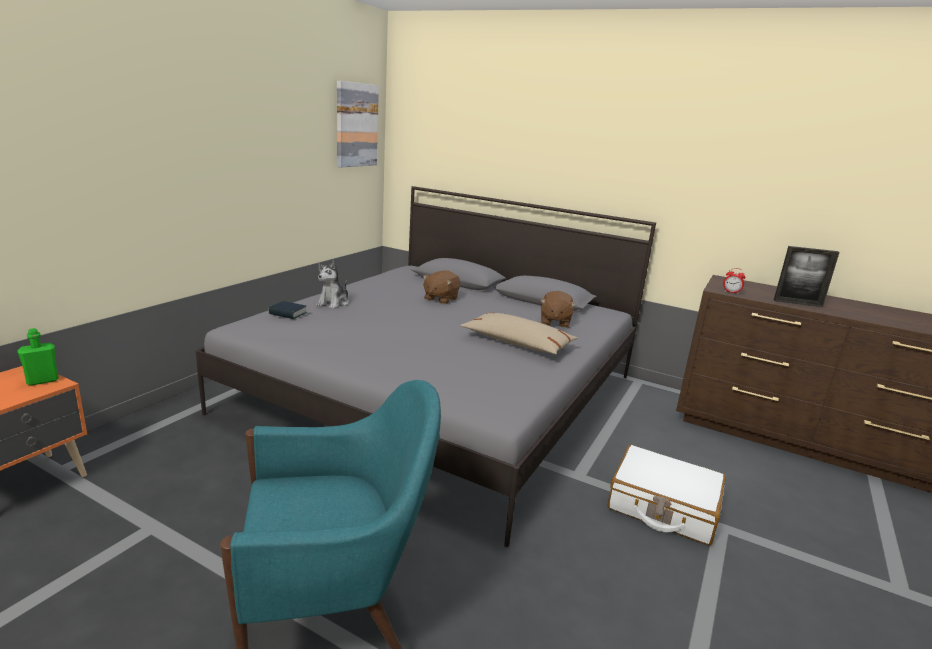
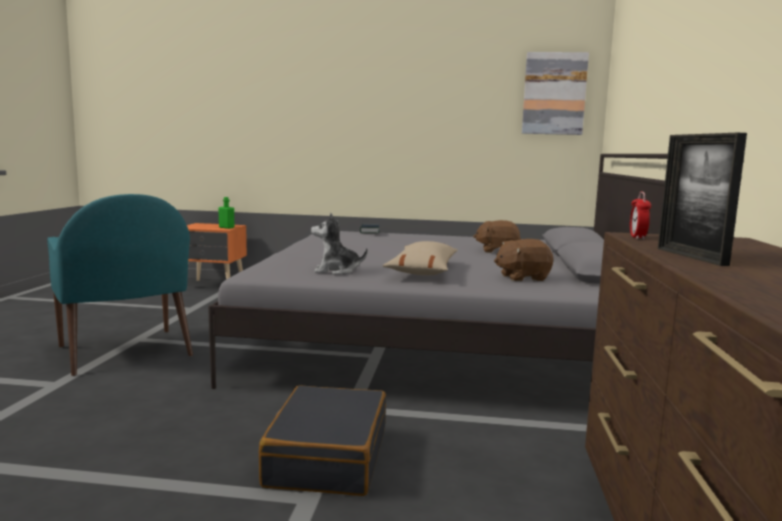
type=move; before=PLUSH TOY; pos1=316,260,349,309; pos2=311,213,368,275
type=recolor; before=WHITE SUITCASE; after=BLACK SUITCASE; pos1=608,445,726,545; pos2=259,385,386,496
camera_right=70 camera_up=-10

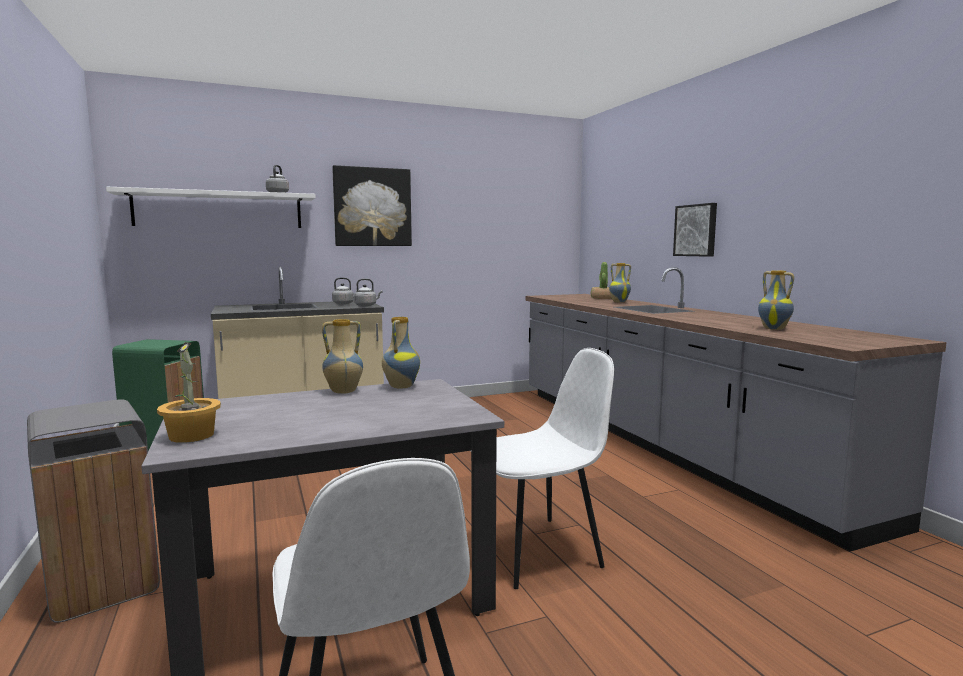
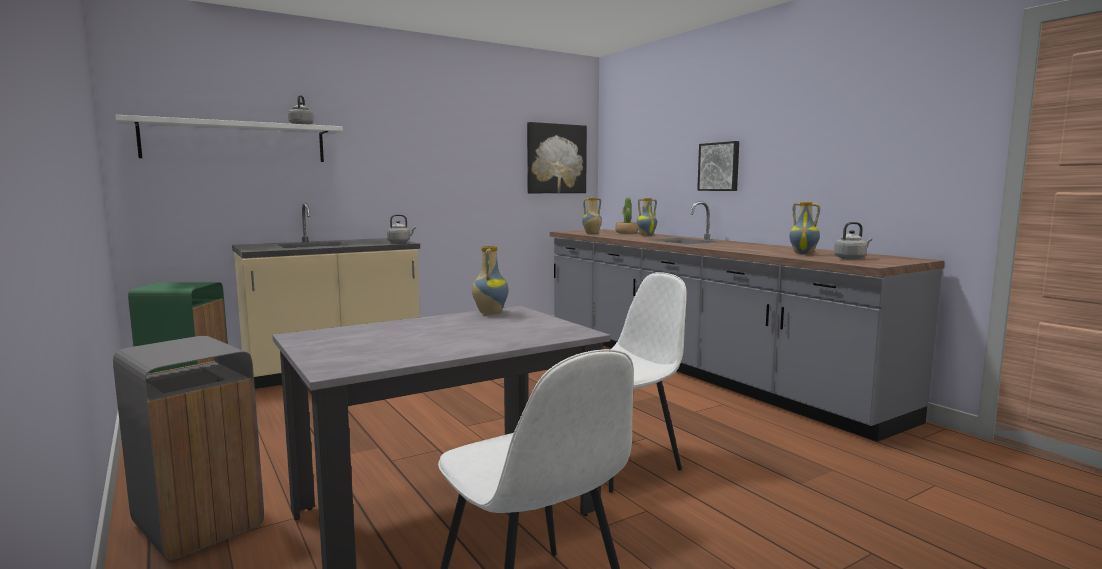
type=move; before=PICTURE; pos1=332,165,412,246; pos2=527,122,587,193
type=move; before=GREY KETTLE; pos1=332,277,357,304; pos2=834,222,872,260
type=move; before=VASE; pos1=322,319,363,394; pos2=582,198,602,234
type=delete; before=POTTED PLANT; pos1=157,342,221,443
camera_right=-10 camera_up=0

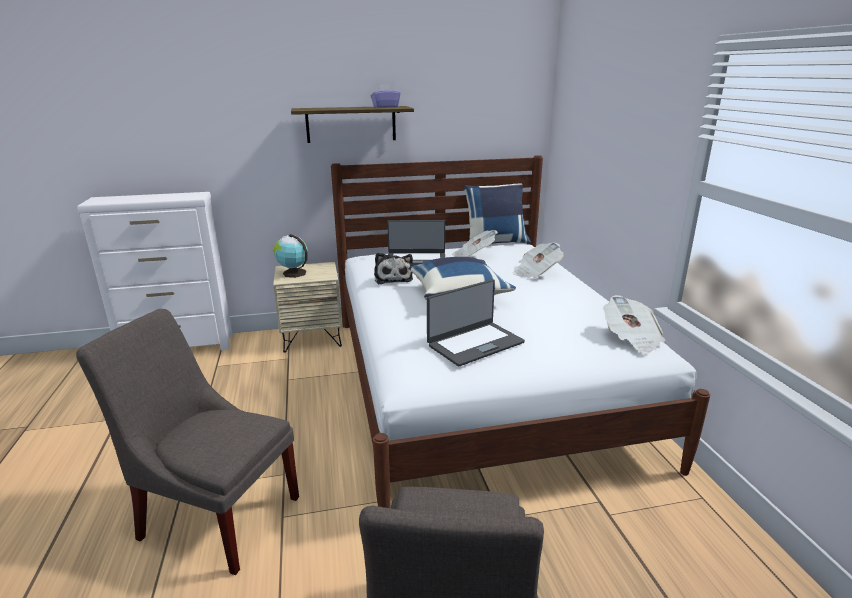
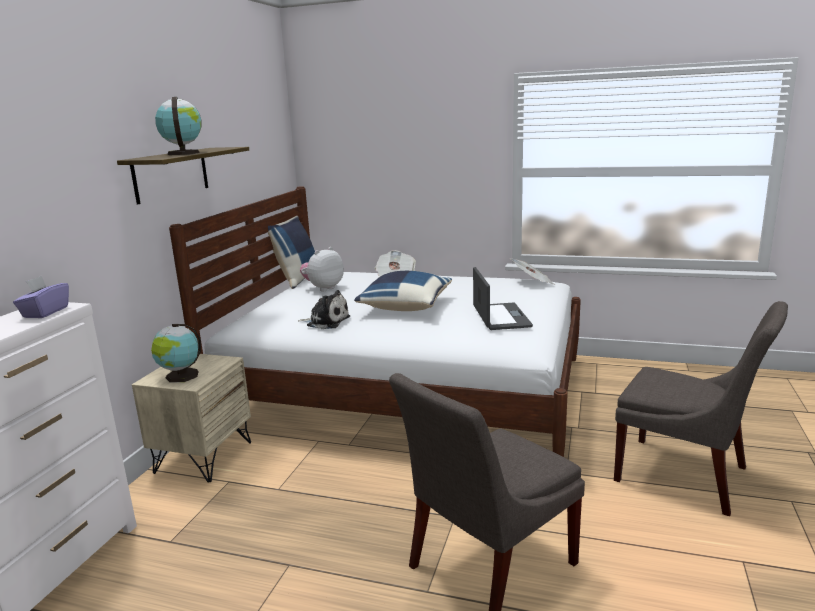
type=move; before=PURPLE TISSUE BOX; pos1=371,84,401,108; pos2=13,276,69,318
type=delete; before=LAPTOP; pos1=387,220,445,265
type=replace; before=NEWSPAPER; after=PLUSH TOY; pos1=452,230,498,257; pos2=300,247,344,291
type=insert; after=GLOBE; pos2=155,97,201,155
camera_right=-60 camera_up=-5

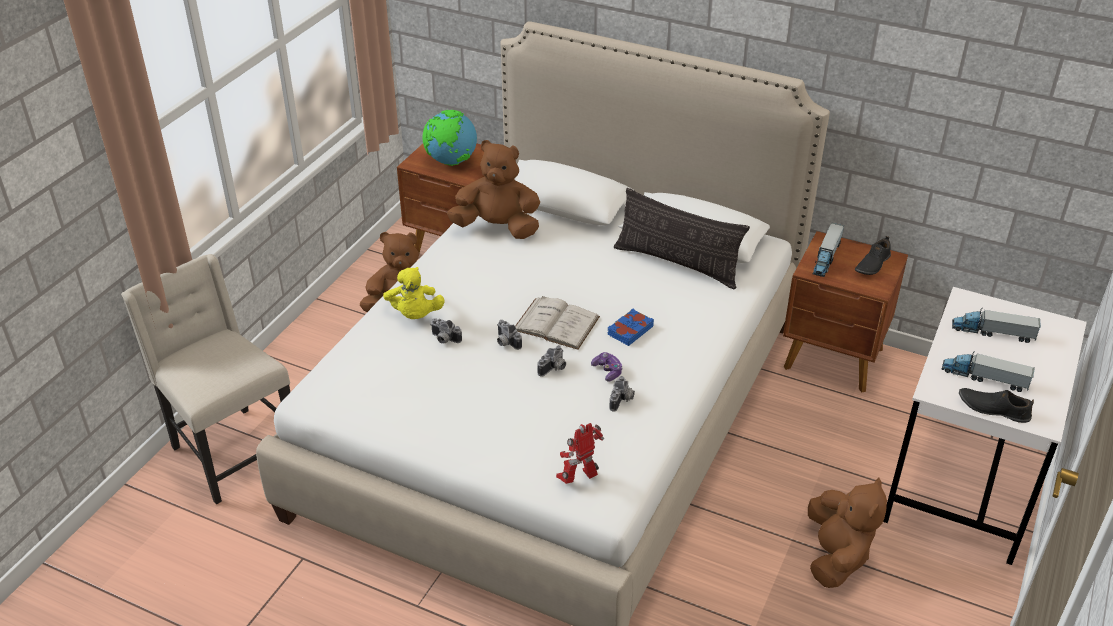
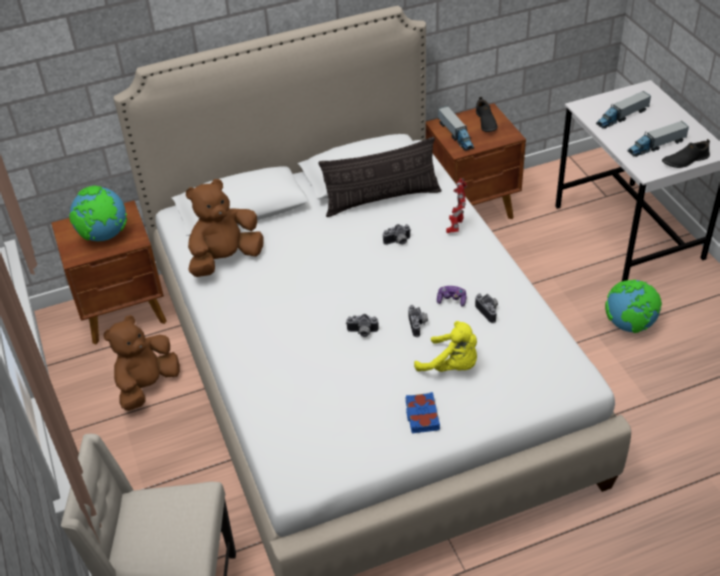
type=move; before=YELLOW PLUSH TOY; pos1=383,267,445,319; pos2=414,321,477,372
type=delete; before=WHITE BOOK; pos1=515,296,600,350
type=move; before=BLUE BOOK; pos1=608,308,654,346; pos2=405,392,440,433
type=move; before=PHOTO CAMERA; pos1=430,318,462,344; pos2=383,224,411,245
type=move; before=TOY ROBOT; pos1=556,423,604,484; pos2=446,178,467,233
type=replace; before=BROWN PLUSH TOY; after=GLOBE; pos1=808,477,887,588; pos2=605,280,662,333
camera_right=-45 camera_up=5

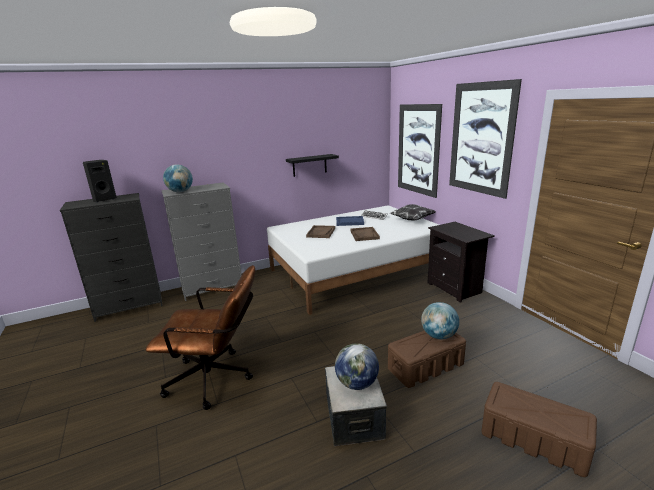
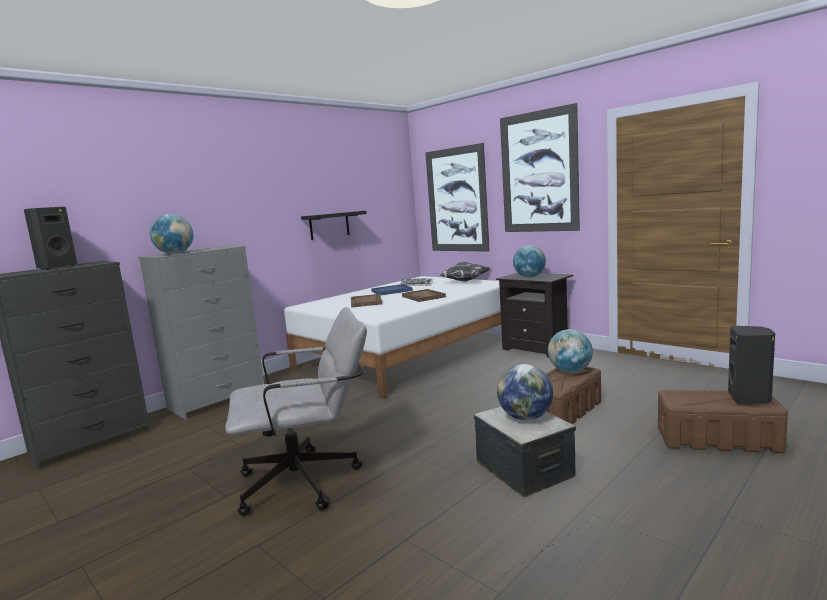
type=recolor; before=BROWN OFFICE CHAIR; after=GREY OFFICE CHAIR; pos1=146,265,255,410; pos2=225,307,367,516
type=insert; after=GLOBE; pos2=513,245,546,278
type=insert; after=BLACK SPEAKER; pos2=728,326,775,404
camera_right=-20 camera_up=-10

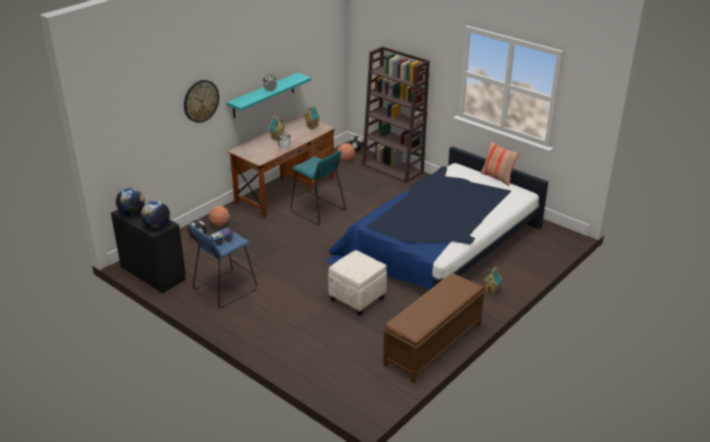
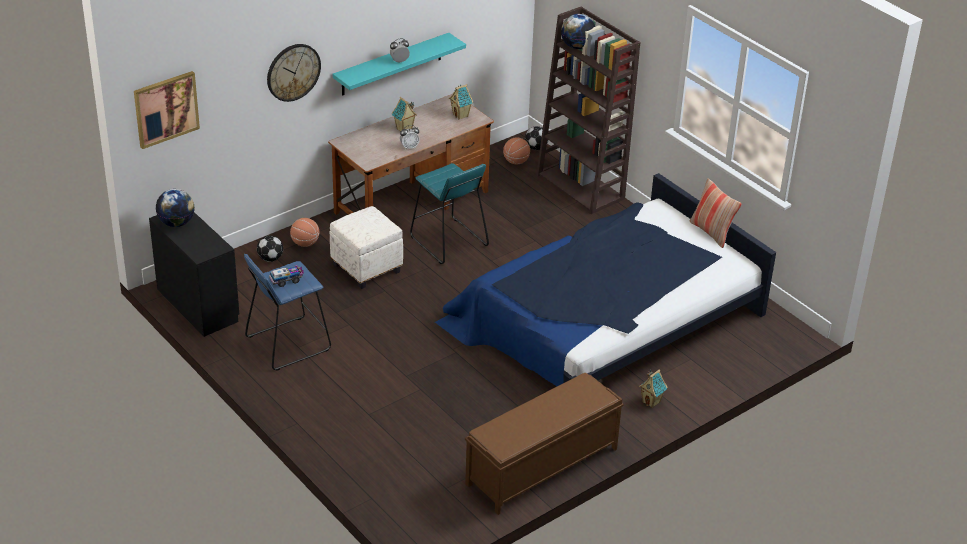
type=move; before=GLOBE; pos1=141,200,170,229; pos2=561,14,595,49
type=move; before=WHITE OTTOMAN; pos1=328,250,387,316; pos2=329,206,403,289
type=insert; after=PICTURE; pos2=134,71,200,149
camera_right=10 camera_up=5

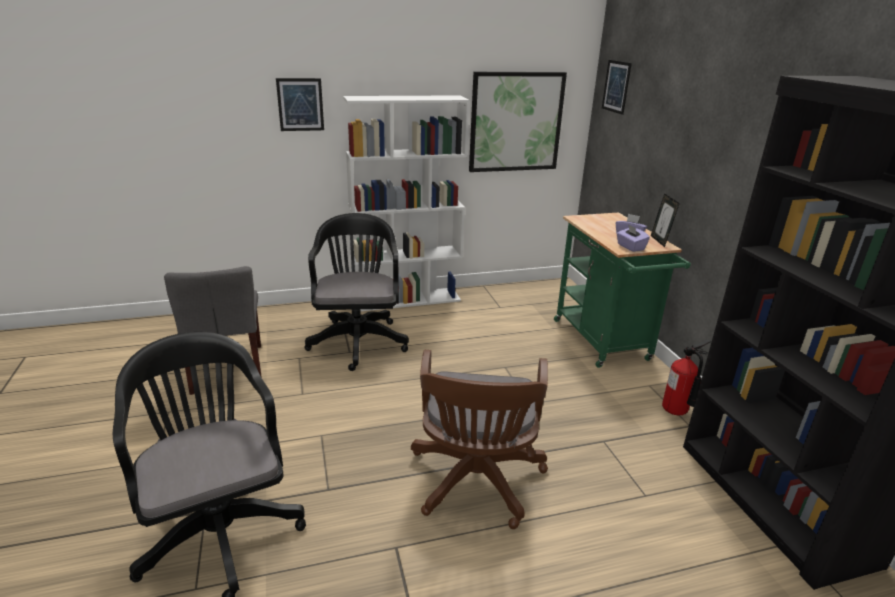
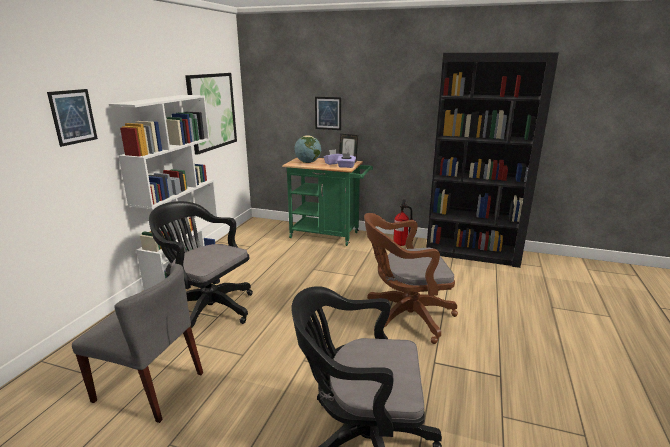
type=move; before=PICTURE; pos1=602,60,632,115; pos2=315,97,341,130
type=rotate; before=BROWN OFFICE CHAIR; pos1=411,350,548,529; pos2=364,213,458,344; turn=135
type=insert; after=GLOBE; pos2=294,135,321,163
camera_right=-55 camera_up=-5

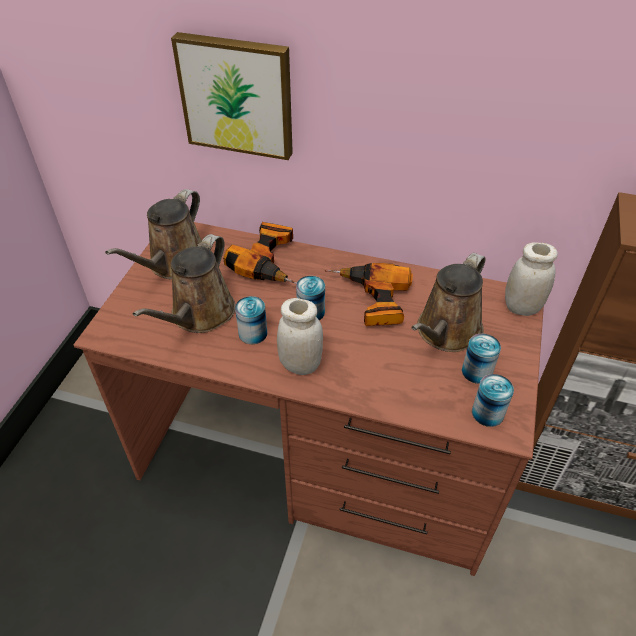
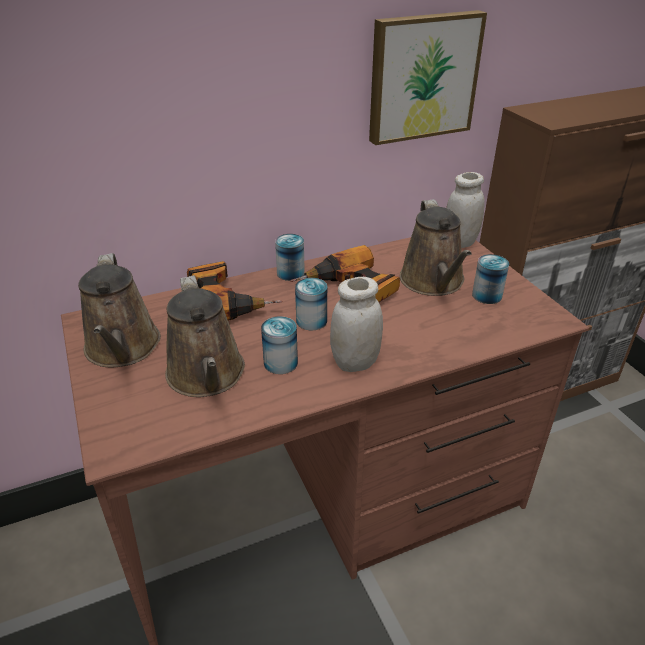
type=move; before=PICTURE; pos1=171,32,293,160; pos2=369,10,487,145
type=move; before=CAN; pos1=472,374,514,427; pos2=275,234,305,281
camera_right=-40 camera_up=-10

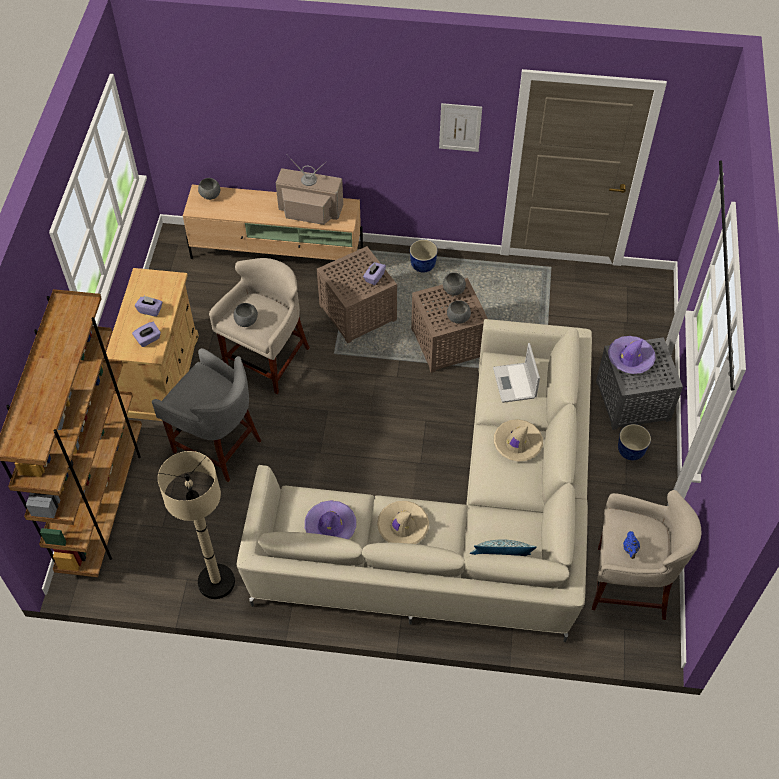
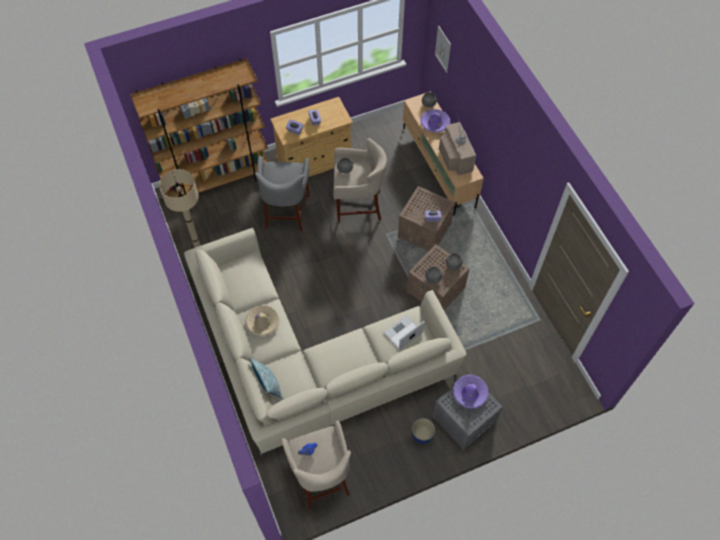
type=move; before=PICTURE; pos1=439,103,482,152; pos2=435,26,451,73
type=delete; before=PLANTER; pos1=410,240,438,273
type=delete; before=BEIGE HAT; pos1=494,419,543,462
type=move; before=PURPLE HAT; pos1=305,500,356,540; pos2=420,109,450,133
camera_right=60 camera_up=5

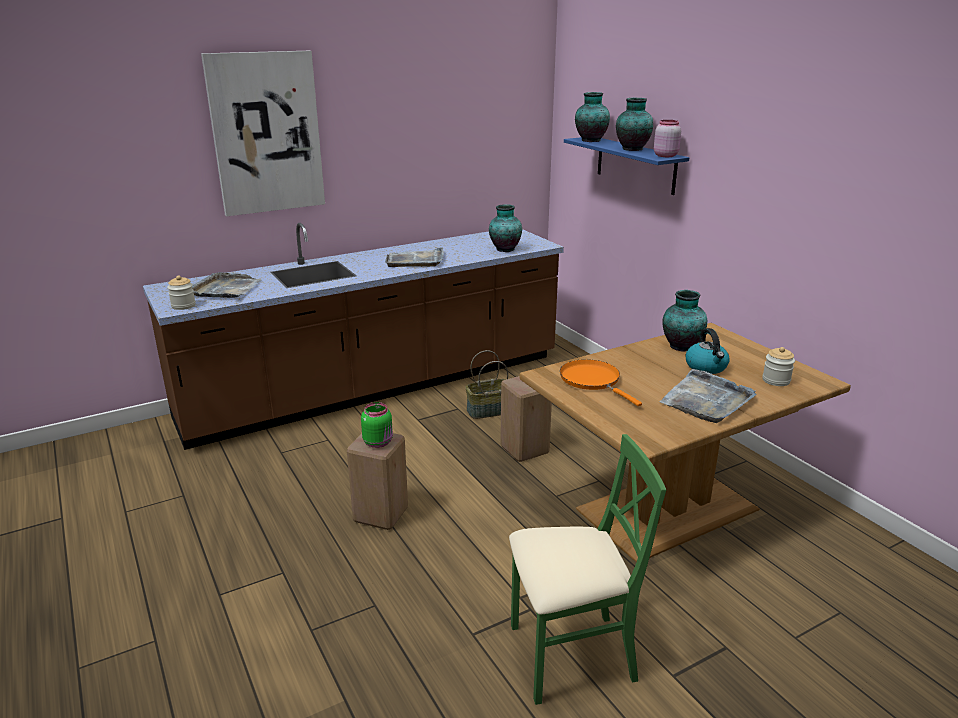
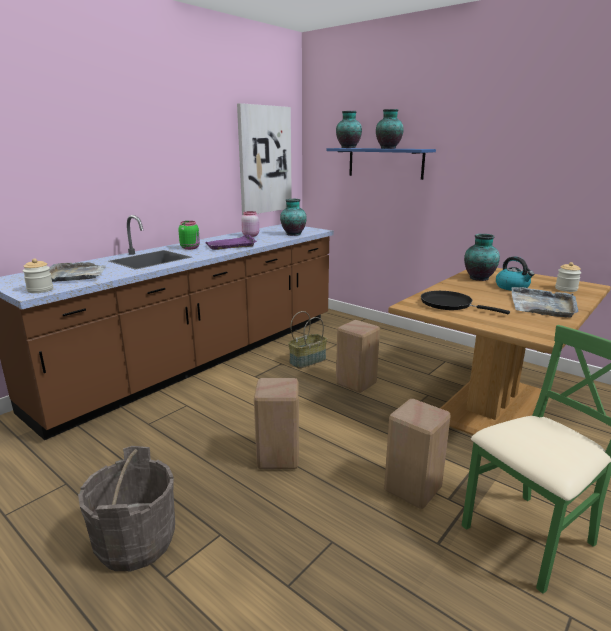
type=move; before=PICTURE; pos1=201,51,325,216; pos2=237,103,292,215
type=move; before=PINK JAR; pos1=654,120,681,157; pos2=241,211,259,237
type=recolor; before=GREY TRAY; after=PURPLE TRAY; pos1=385,247,444,267; pos2=205,235,257,250
type=recolor; before=ORANGE FRYING PAN; after=BLACK FRYING PAN; pos1=560,359,642,406; pos2=421,291,510,314
type=move; before=GREEN JAR; pos1=361,402,393,448; pos2=178,221,200,250
type=insert; after=BEIGE STOOL; pos2=384,399,451,509
type=insert; after=GREY BUCKET; pos2=78,446,175,571
camera_right=-20 camera_up=-5

